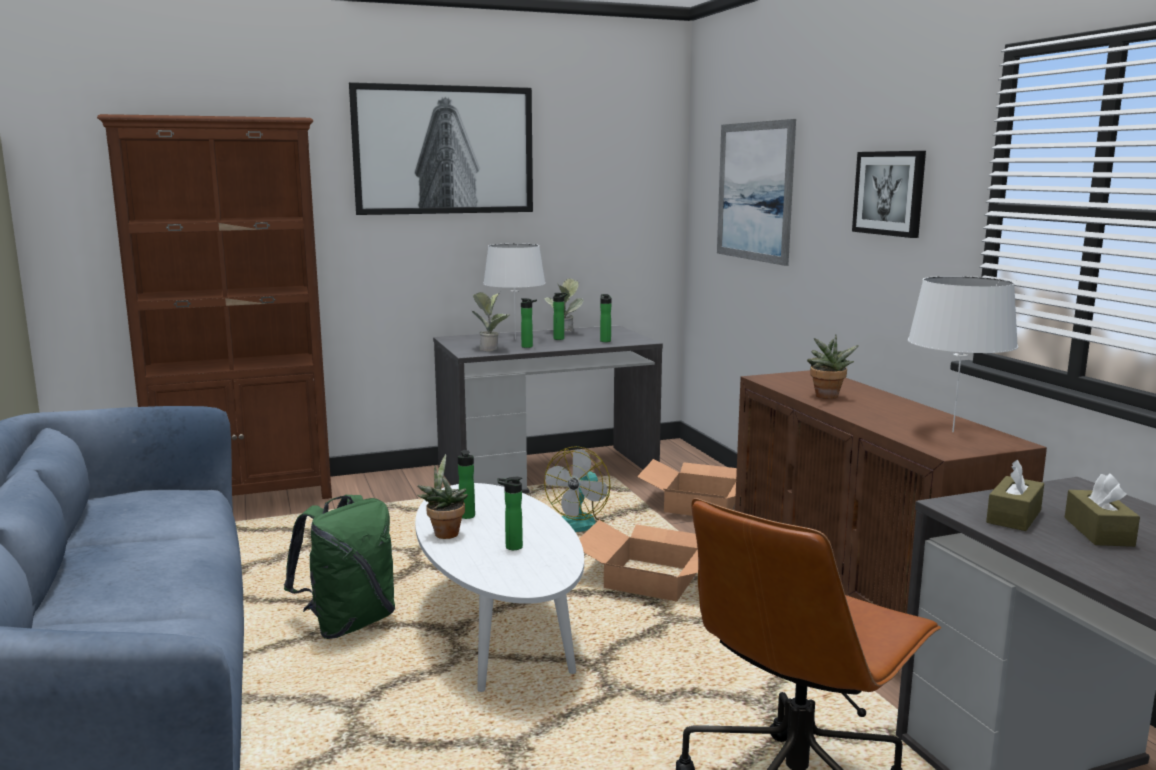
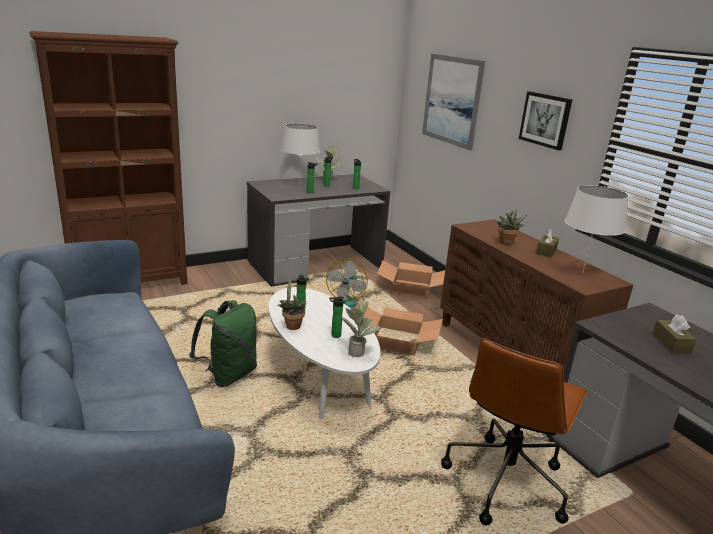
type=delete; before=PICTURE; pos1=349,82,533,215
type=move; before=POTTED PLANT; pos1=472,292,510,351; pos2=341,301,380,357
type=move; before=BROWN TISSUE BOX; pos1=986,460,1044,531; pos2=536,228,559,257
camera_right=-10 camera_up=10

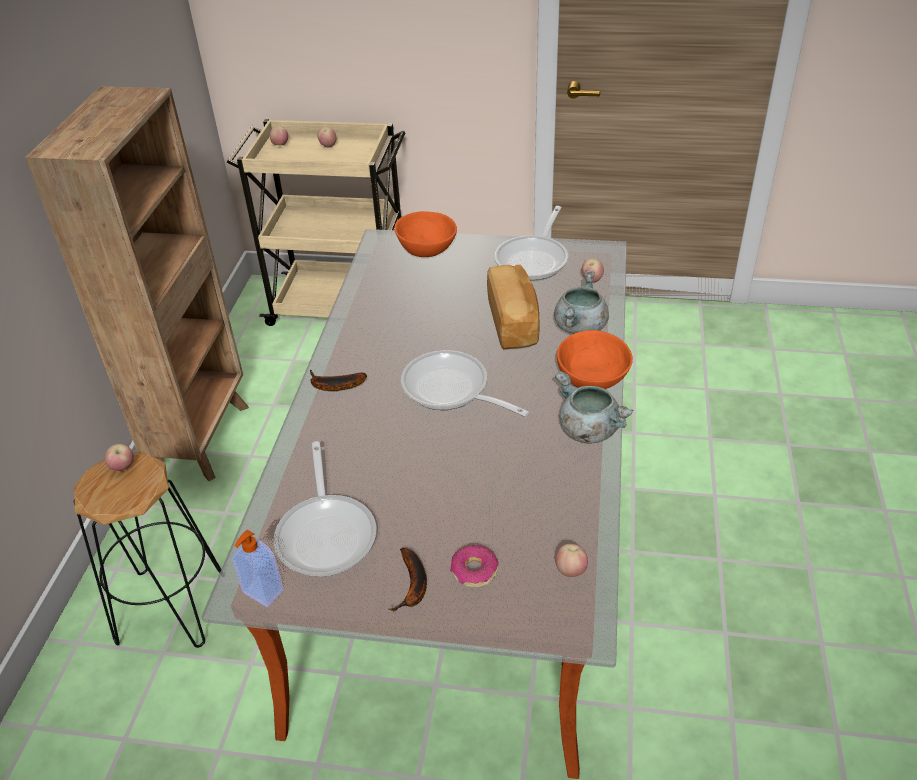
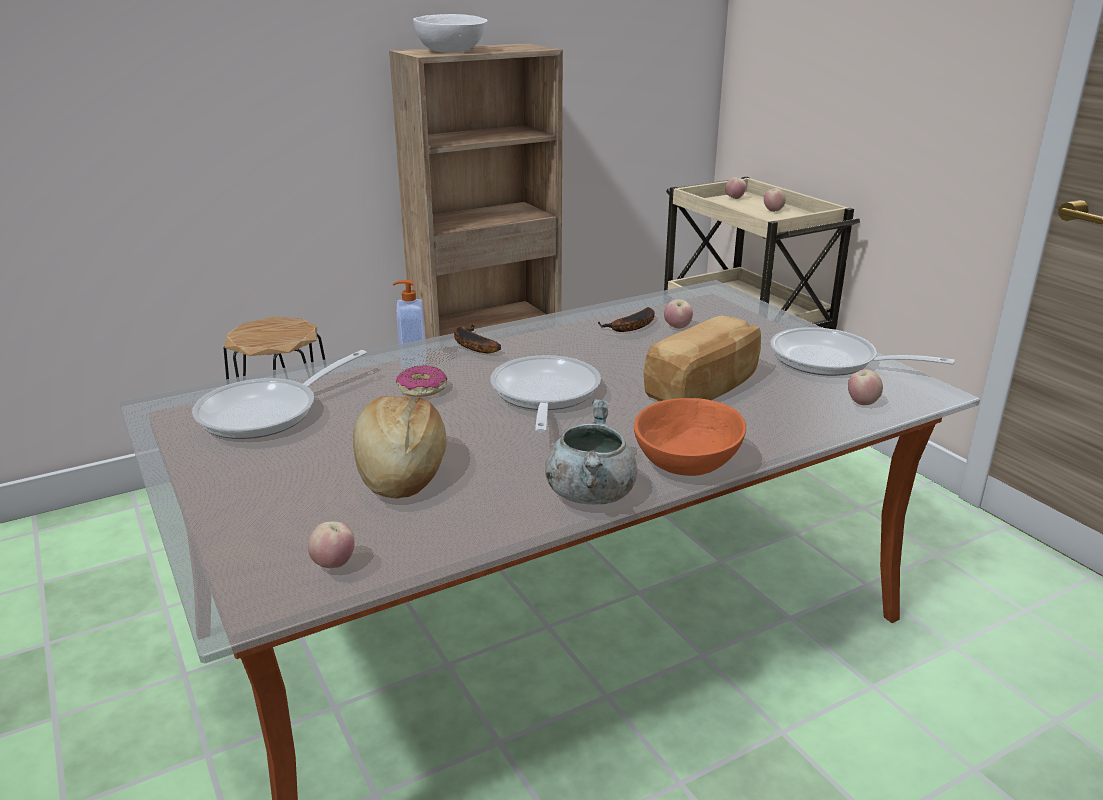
type=rotate; before=FRYING PAN; pos1=495,206,568,280; pos2=770,327,955,376; turn=45
type=delete; before=ORANGE BOWL; pos1=395,211,457,257
type=delete; before=GREY COOKING POT; pos1=554,270,609,334
type=move; before=APPLE; pos1=105,444,134,471; pos2=664,299,693,329
type=move; before=SOAP DISPENSER; pos1=231,530,284,607; pos2=393,280,426,370
type=move; before=DONUT; pos1=450,545,499,587; pos2=396,365,447,397
type=move; before=BANANA; pos1=389,548,427,612; pos2=598,307,655,332
type=insert; after=WHITE BOWL; pos2=413,14,487,53
type=insert; after=BREAD; pos2=353,396,447,499
camera_right=50 camera_up=-15

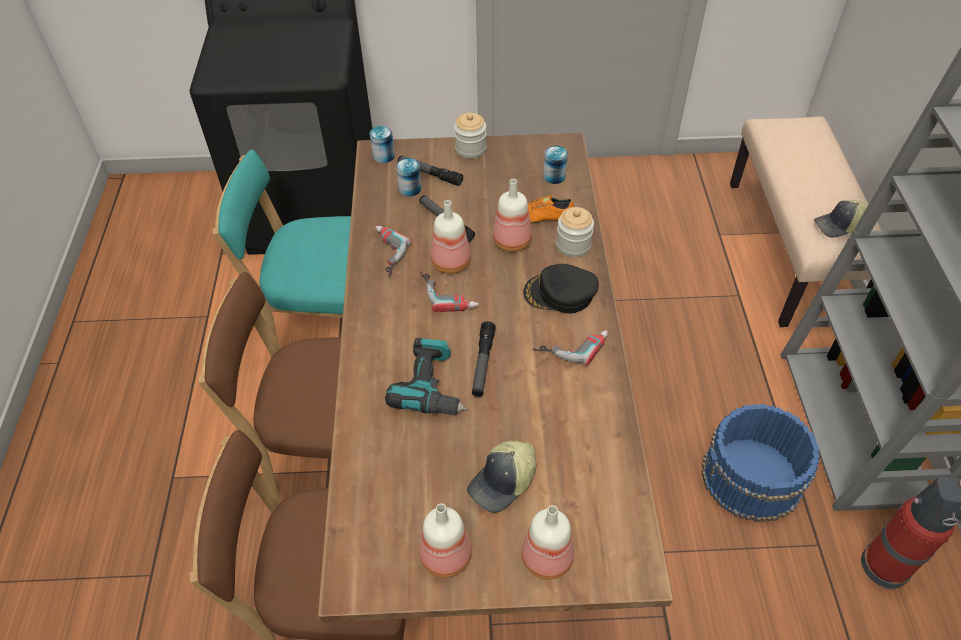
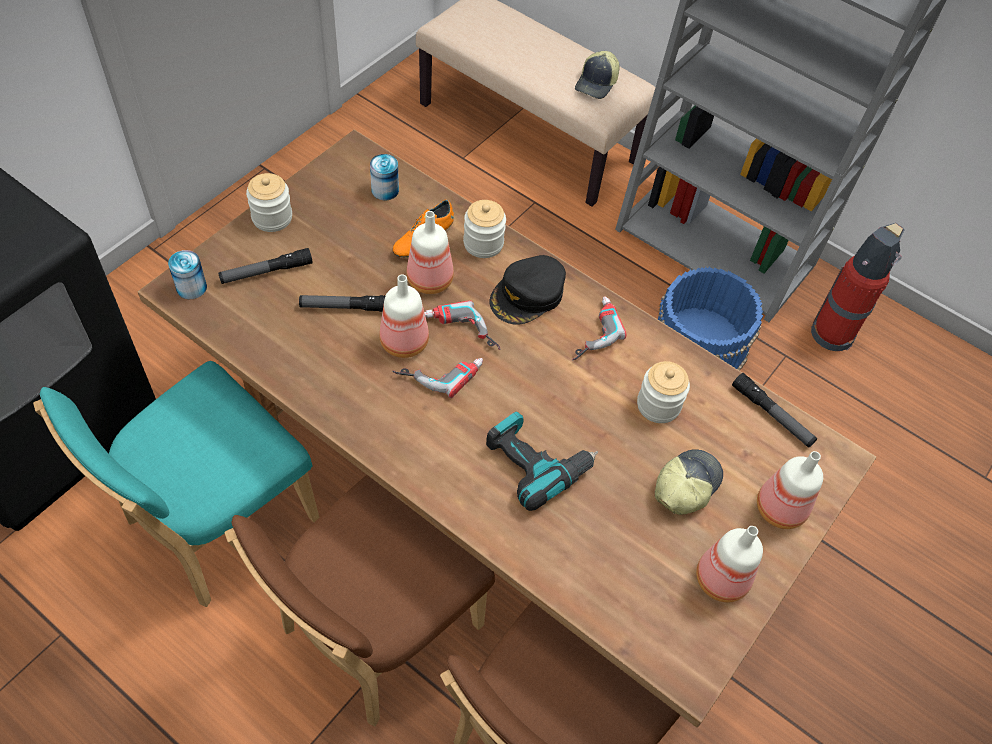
type=delete; before=CAN; pos1=396,158,421,197
type=move; before=POWER DRILL; pos1=375,226,411,277; pos2=425,300,500,350
type=move; before=FLASHLIGHT; pos1=472,321,496,397; pos2=732,373,817,447
type=rotate; before=CAP; pos1=467,441,536,513; pos2=655,449,723,515; turn=-135
type=insert; after=JAR; pos2=637,361,690,423
camera_right=-55 camera_up=5

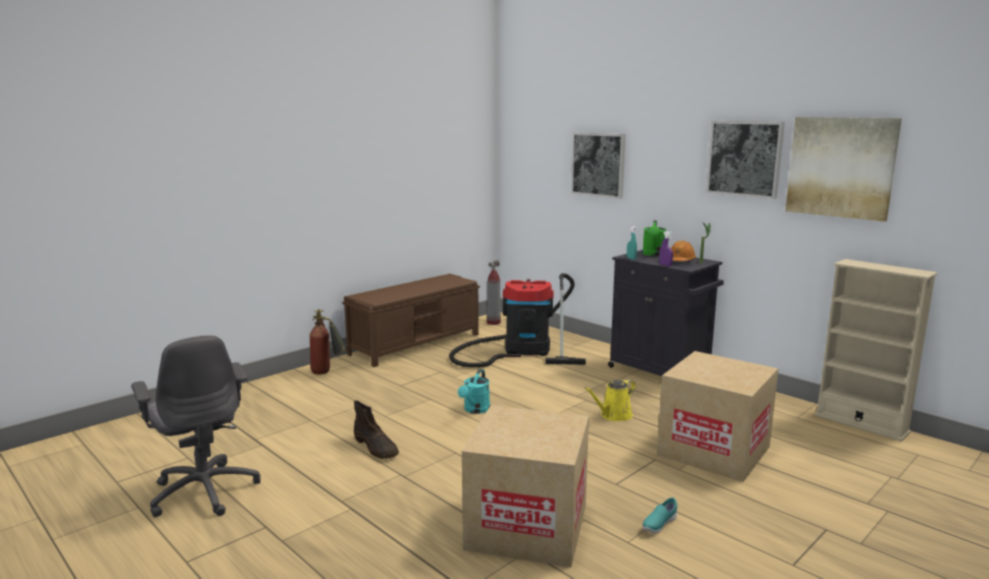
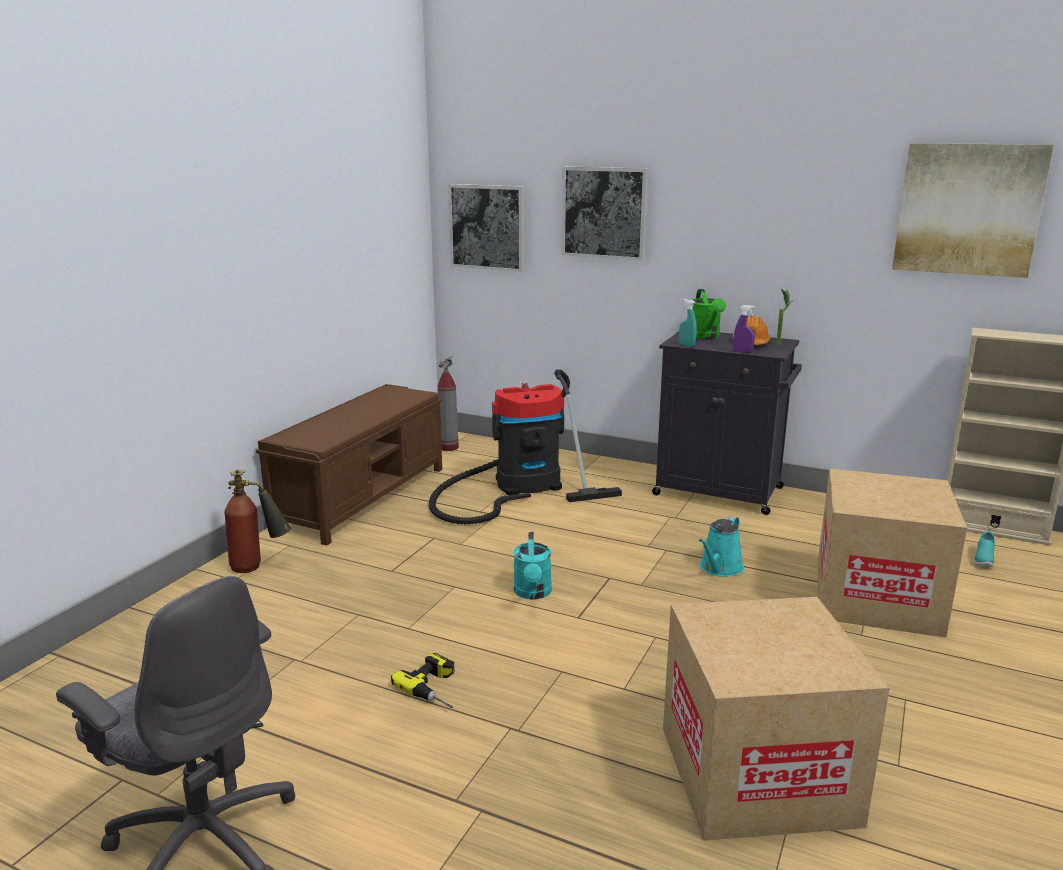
type=move; before=PICTURE; pos1=706,121,785,199; pos2=448,184,524,272
type=recolor; before=YELLOW WATERING CAN; after=TURQUOISE WATERING CAN; pos1=585,380,636,421; pos2=699,516,744,577
type=replace; before=BROWN BOOT; after=POWER DRILL; pos1=354,400,399,459; pos2=391,653,454,708
type=move; before=TURQUOISE SHOE; pos1=642,497,677,533; pos2=974,531,995,567
camera_right=-20 camera_up=5

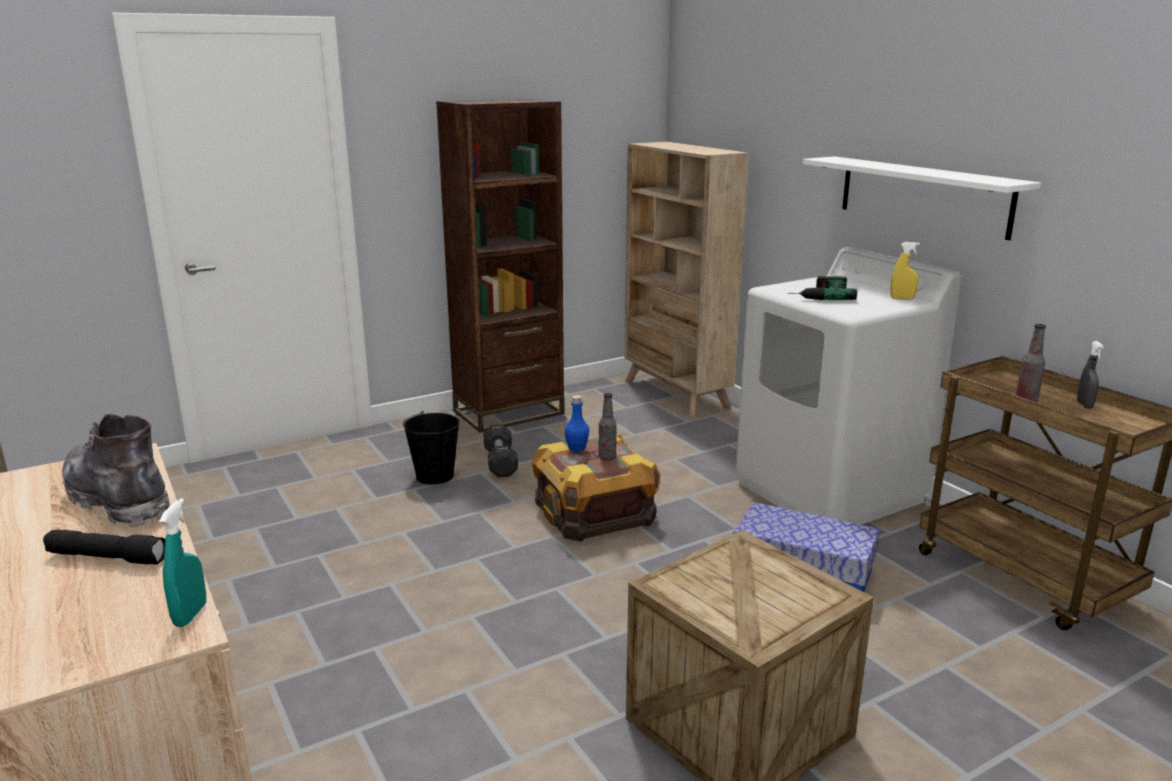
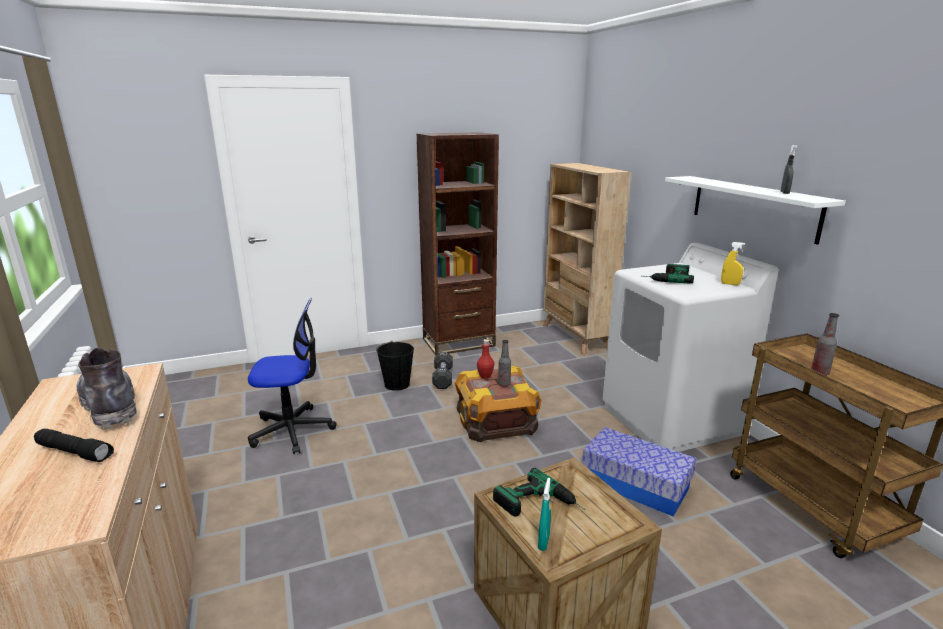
type=move; before=GREY SPRAY BOTTLE; pos1=1077,341,1104,409; pos2=781,145,797,194
type=recolor; before=BLUE BOTTLE; after=RED BOTTLE; pos1=565,395,589,452; pos2=477,339,494,379
type=move; before=TURQUOISE SPRAY BOTTLE; pos1=159,498,206,627; pos2=538,478,551,551
type=insert; after=OFFICE CHAIR; pos2=248,298,337,454
type=insert; after=POWER DRILL; pos2=493,468,585,516
camera_right=10 camera_up=0

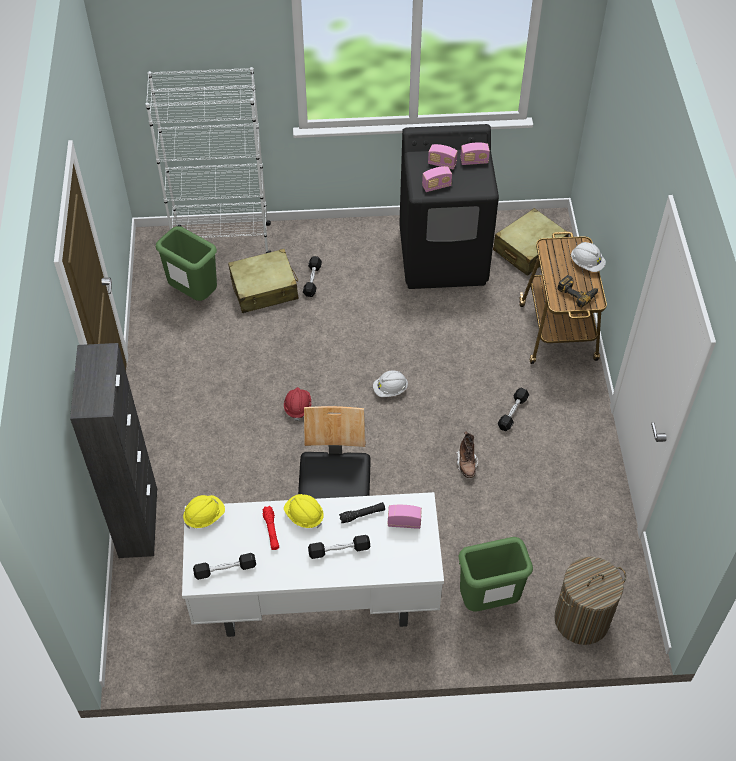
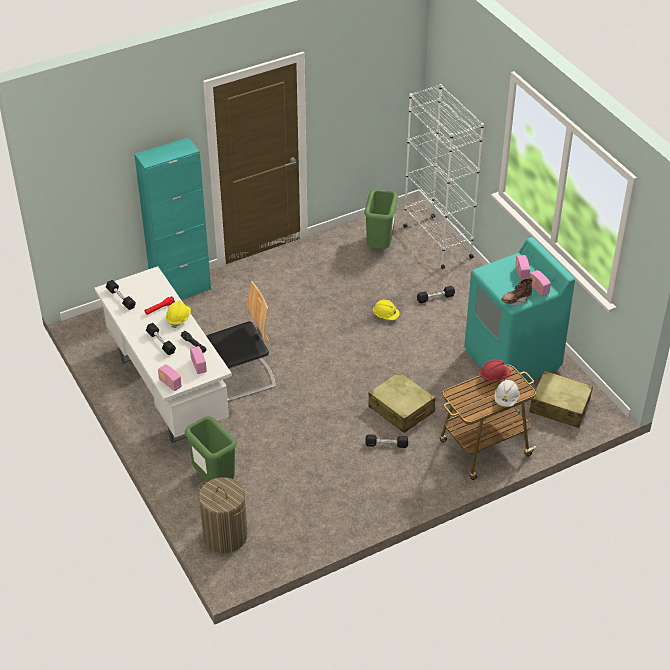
type=recolor; before=BLACK WASHING MACHINE; after=TURQUOISE WASHING MACHINE; pos1=399,124,499,289; pos2=464,237,575,382
type=move; before=RADIO; pos1=422,166,452,192; pos2=158,364,182,391
type=move; before=BEIGE SUITCASE; pos1=228,249,299,313; pos2=368,372,436,433
type=delete; before=POWER DRILL; pos1=557,275,598,307
type=recolor; before=BLACK CABINET; after=TURQUOISE CABINET; pos1=70,343,157,558; pos2=134,137,211,299
type=delete; before=WHITE HARD HAT; pos1=373,370,408,397
type=move; before=RED HARD HAT; pos1=284,387,311,421; pos2=480,359,511,382
type=move; before=BROWN BOOT; pos1=456,431,478,478; pos2=501,277,533,305
type=move; before=YELLOW HARD HAT; pos1=183,495,225,528; pos2=373,300,400,320
camera_right=65 camera_up=-10

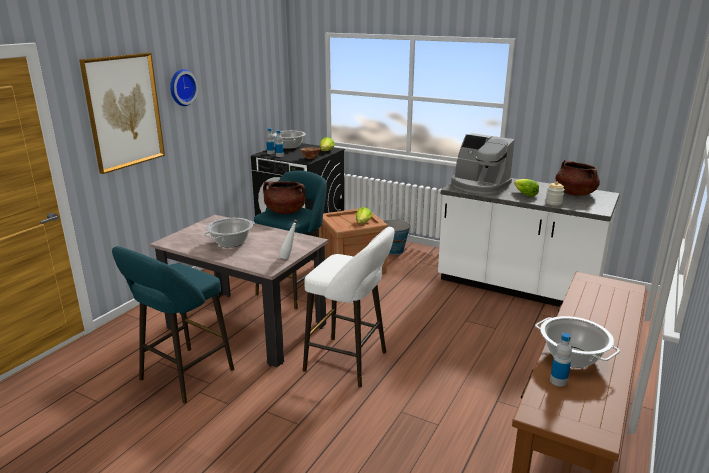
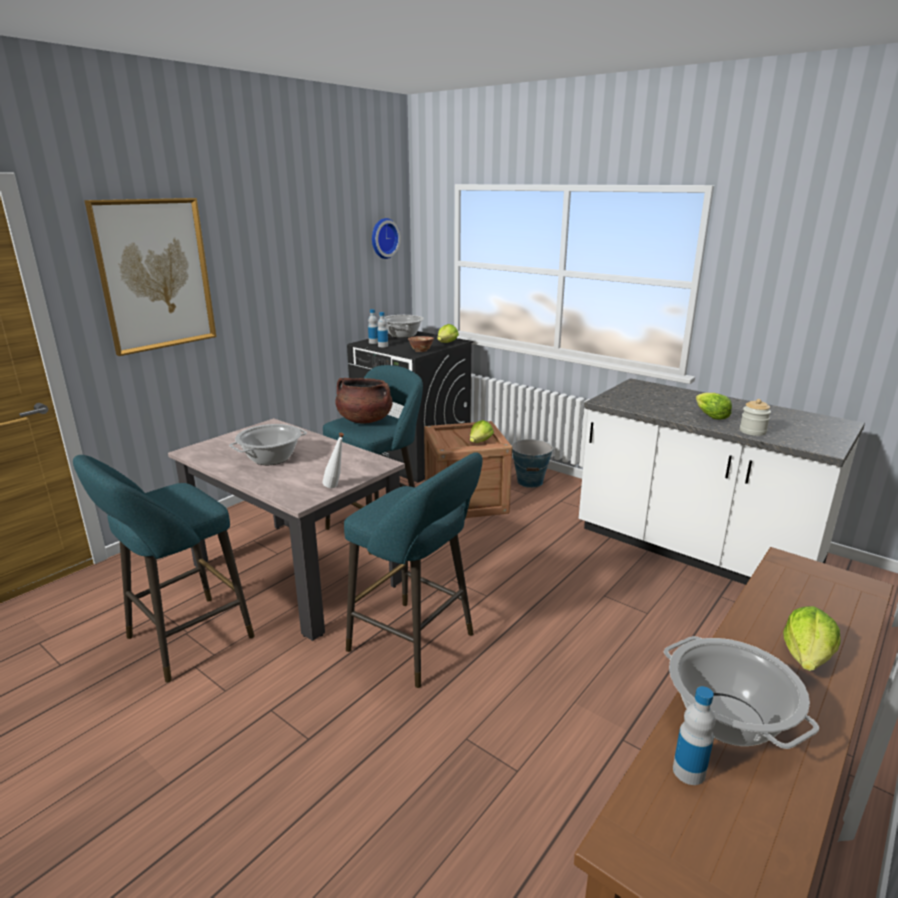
type=move; before=WALL CLOCK; pos1=170,69,198,106; pos2=372,218,401,259
type=delete; before=COFFEE MACHINE; pos1=451,133,515,194
type=delete; before=BROWN COOKING POT; pos1=556,160,600,196
type=recolor; before=WHITE STOOL; after=TURQUOISE STOOL; pos1=303,227,395,387; pos2=344,453,483,688
type=insert; after=LETTUCE; pos2=783,606,840,671
camera_right=10 camera_up=0

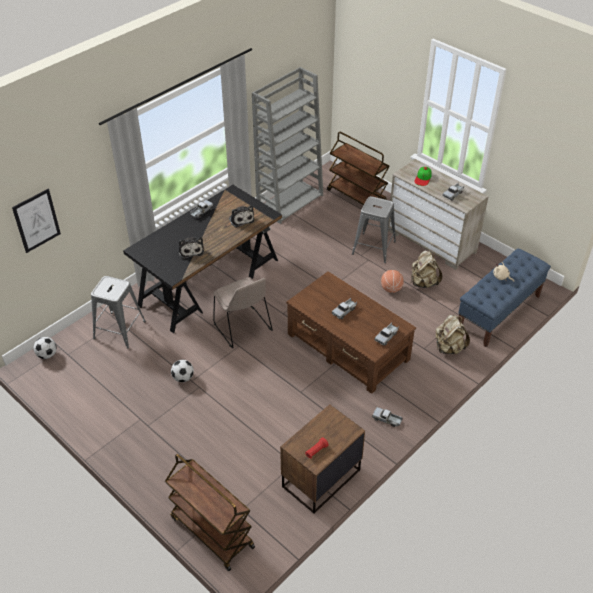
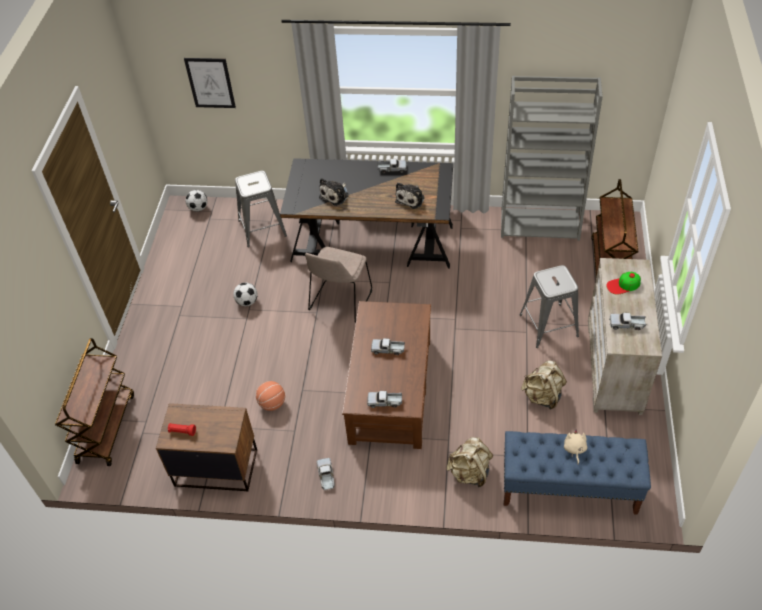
type=move; before=BASKETBALL; pos1=381,270,404,293; pos2=256,381,285,411
camera_right=55 camera_up=5

